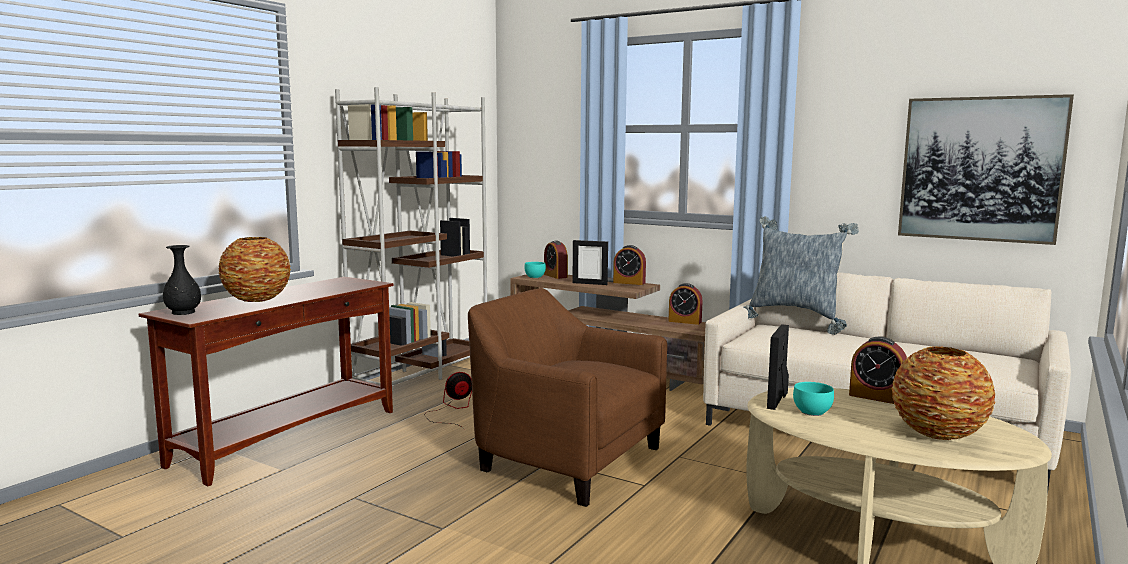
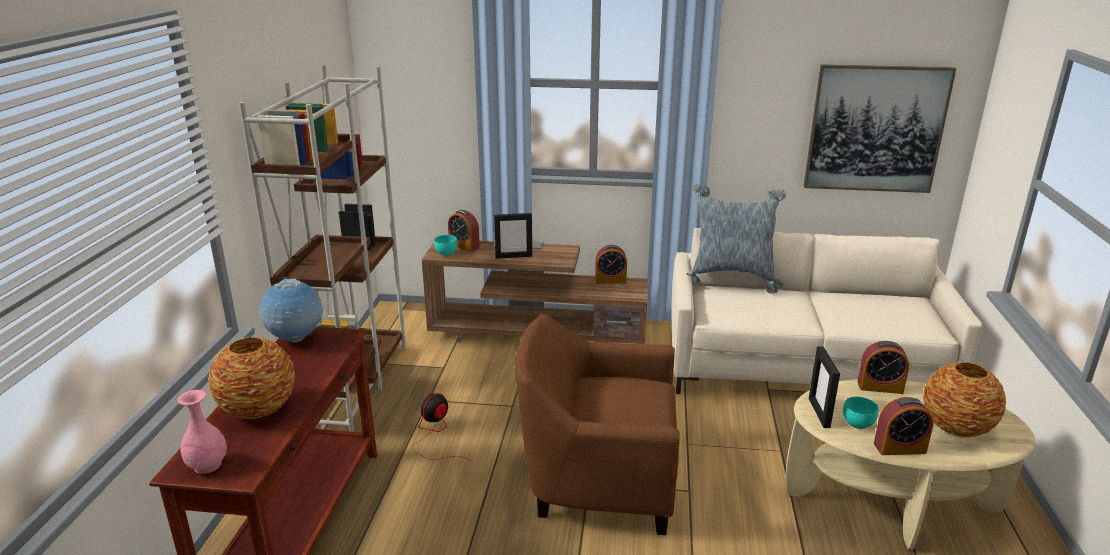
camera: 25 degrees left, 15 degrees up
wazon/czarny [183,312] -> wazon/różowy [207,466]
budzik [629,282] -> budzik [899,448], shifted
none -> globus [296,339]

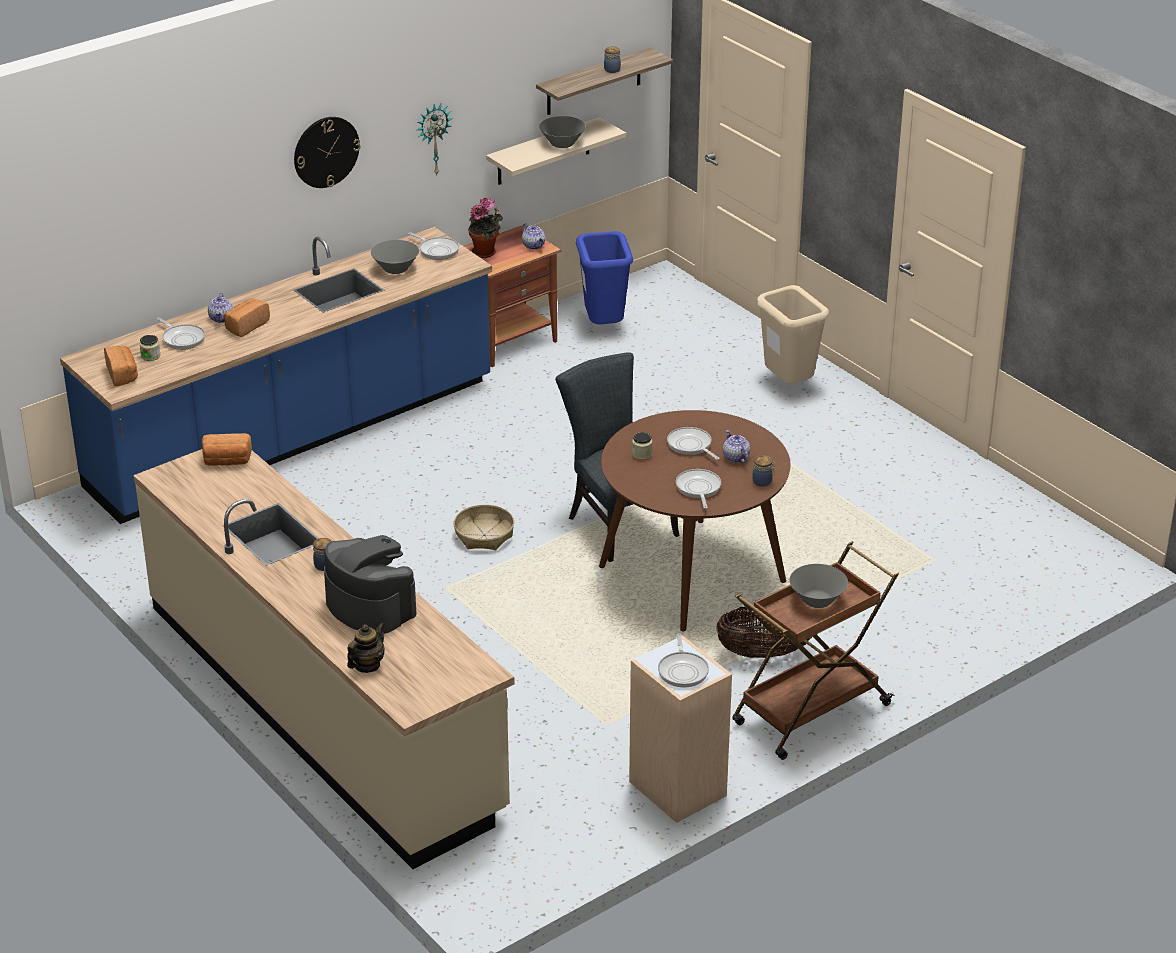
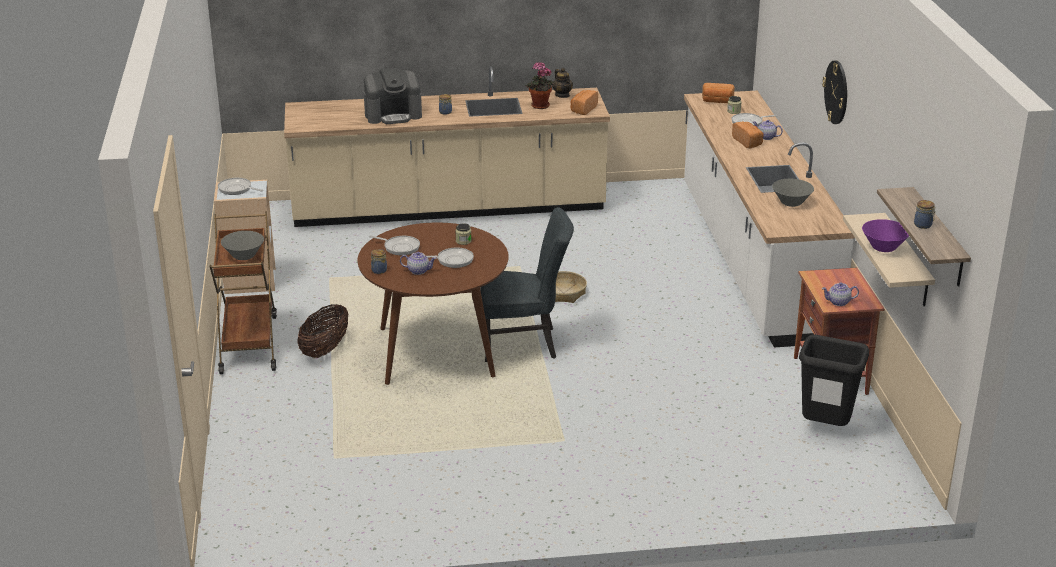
camera: 120 degrees right, 5 degrees down
zabudowa kuchenna/niebieski [293,436] -> zabudowa kuchenna/biały [752,260]
imbryk [367,665] -> imbryk [562,95], shifted
patelnia [437,250] -> none
zegar ścienny [433,138] -> none
roślina doniczkowa [486,252] -> roślina doniczkowa [539,106], shifted
miska/szary [562,144] -> miska/fioletowy [883,247]
kosz na śmieci/niebieski [604,327] -> kosz na śmieci/czarny [824,428]
kosz na śmieci/beżowy [788,386] -> none

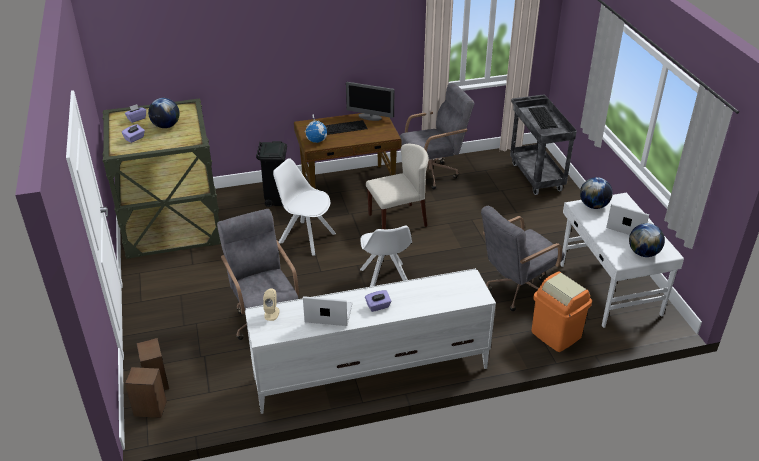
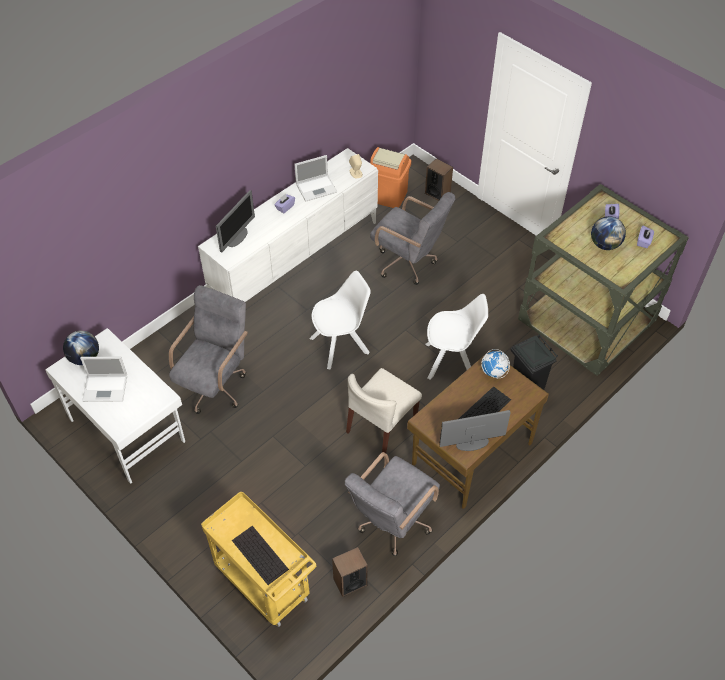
camera: 150 degrees right, 15 degrees up
głośnik [150,409] -> głośnik [350,582], shifted
krzesło/biały [385,281] -> krzesło/biały [341,345], 105 degrees clockwise
wózek/szary [534,176] -> wózek/żółty [266,587]
kosz na śmieci/pomarańczowy [556,334] -> kosz na śmieci/pomarańczowy [388,196], shifted
globus [593,205] -> none
none -> monitor [237,237]

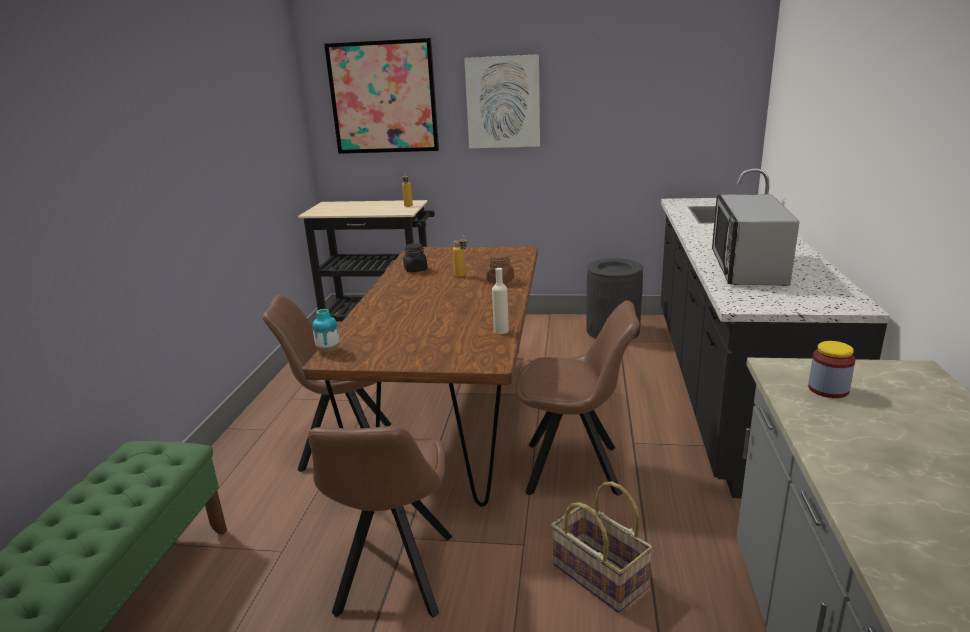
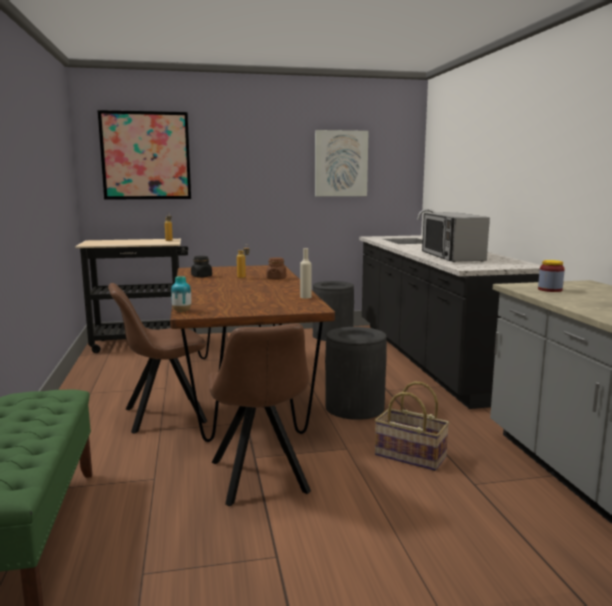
camera: 20 degrees left, 10 degrees down
obraz [503,102] -> obraz [341,163], shifted
krzesło/brązowy [573,469] -> kosz na śmieci/czarny [355,407]

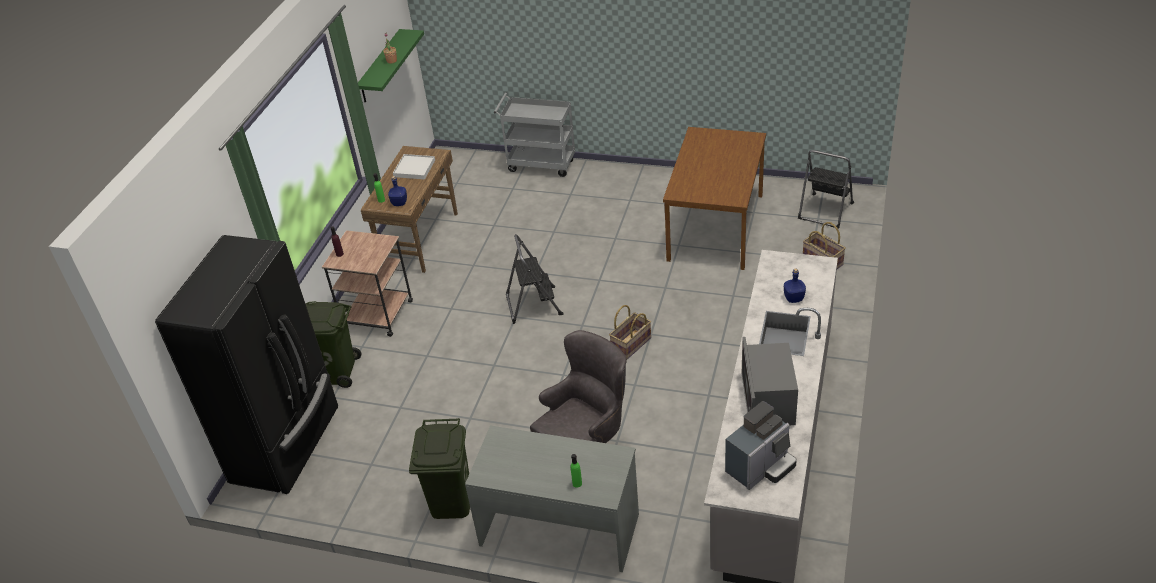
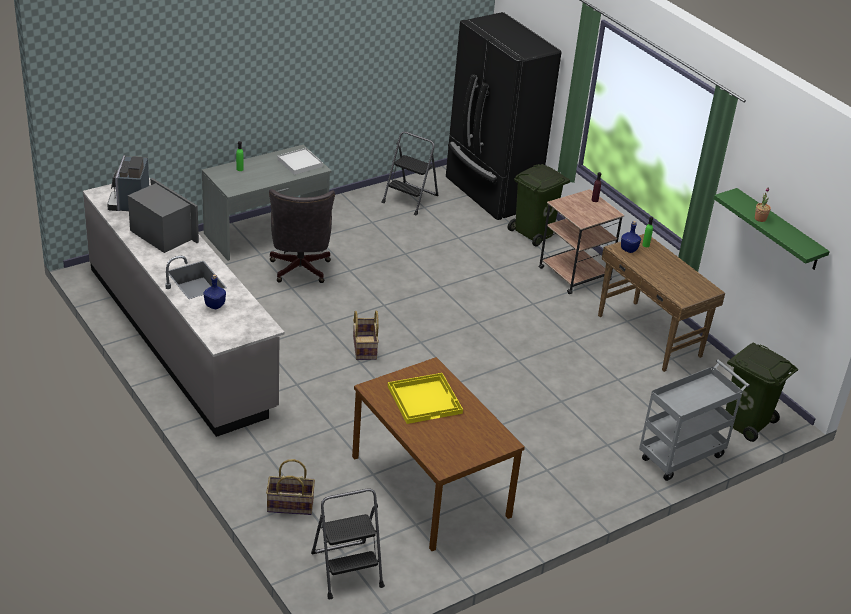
camera: 125 degrees right, 5 degrees down
taca/biały [414,168] -> taca/biały [300,163], shifted
kosz na śmieci/zielony [450,501] -> kosz na śmieci/zielony [746,422], shifted
drabinka/czarny [531,304] -> drabinka/czarny [411,198], shifted
none -> taca/żółty [425,399]

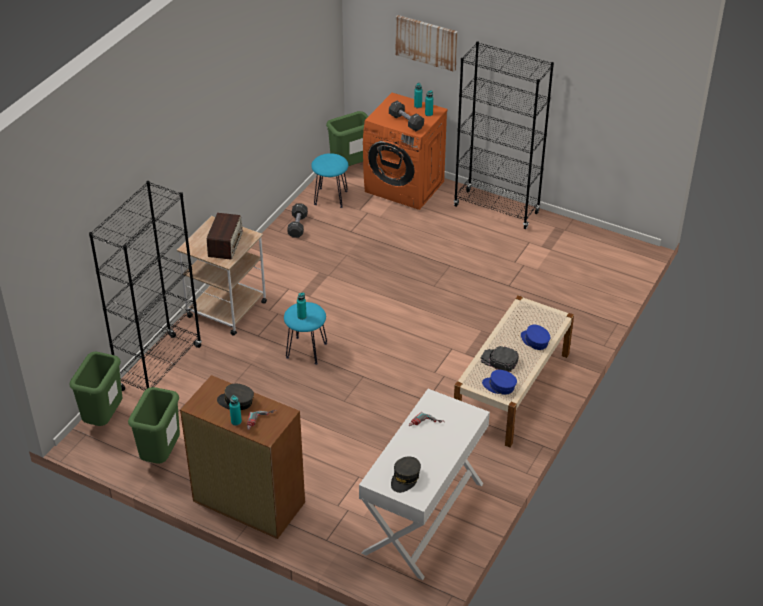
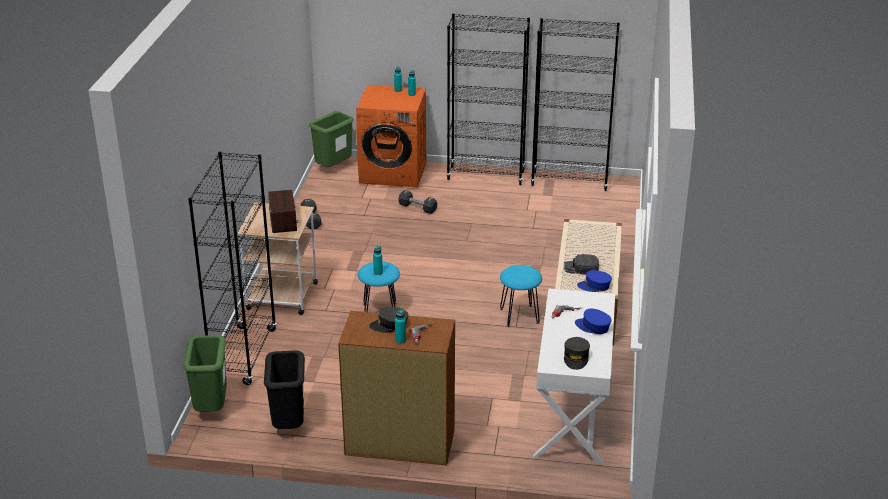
camera: 20 degrees left, 10 degrees down
kosz na śmieci/zielony [161,456] -> kosz na śmieci/czarny [289,425]
stołek/turkusowy [331,197] -> stołek/turkusowy [519,316], shifted
hantel/czarny [406,122] -> hantel/czarny [417,208], shifted
obraz [426,42] -> none
czapka z daszkiem/niebieski [534,341] -> czapka z daszkiem/niebieski [593,327], shifted
none -> regał/czarny [569,181]

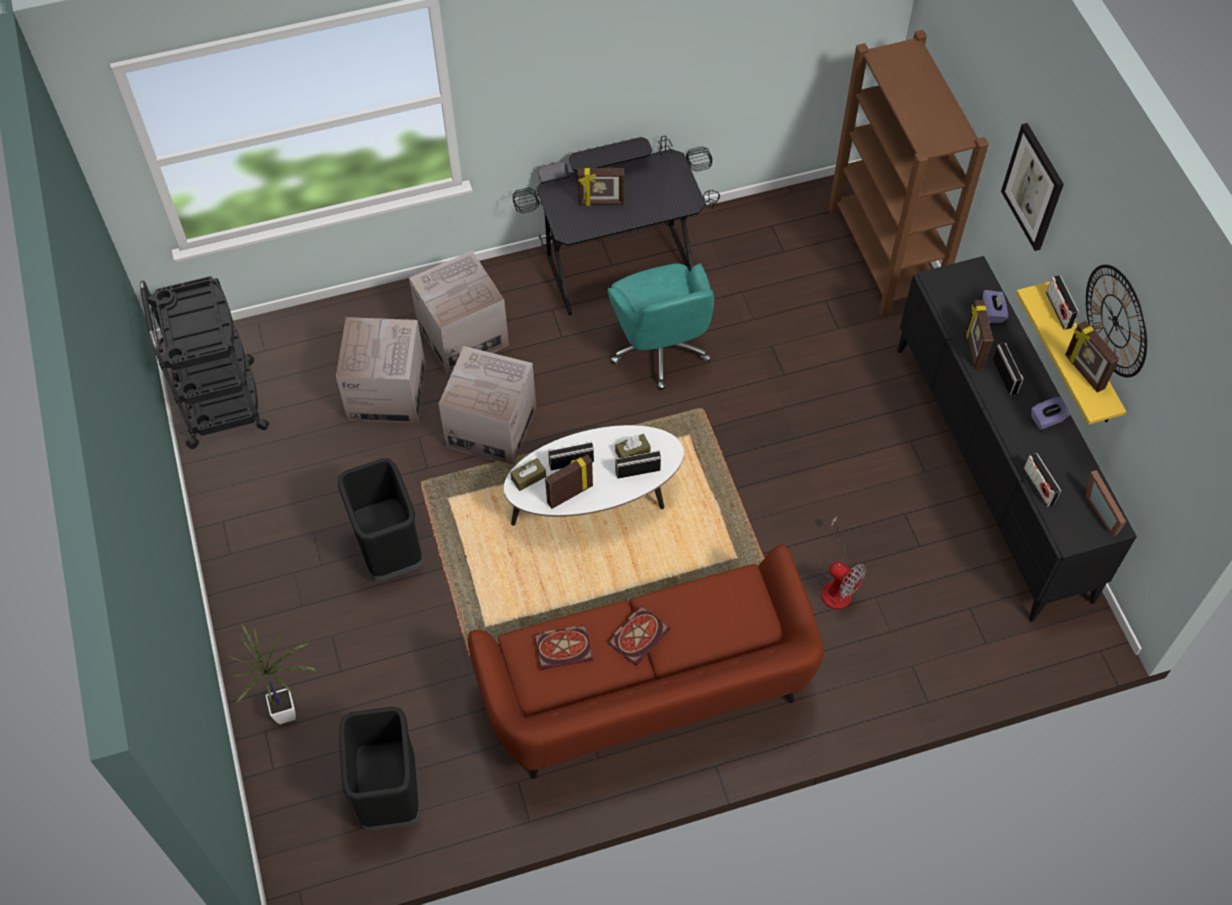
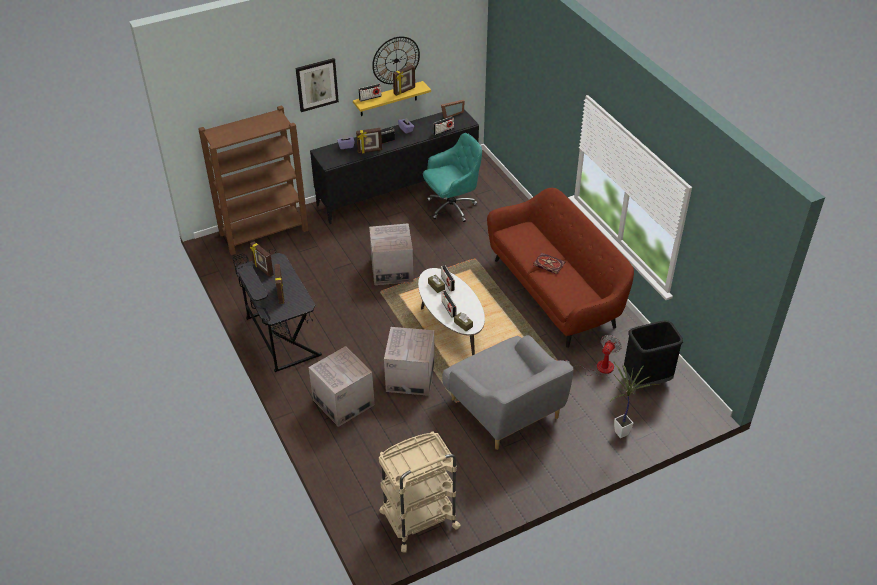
camera: 100 degrees left, 15 degrees down
wózek/czarny [222,403] -> wózek/beżowy [419,519]
karton [387,392] -> karton [392,270], shifted
kosz na śmieci/czarny [389,551] -> fotel/szary [505,408]
książka [564,647] -> none
ramka na zdjęcie [569,494] -> ramka na zdjęcie [263,270], shifted
krzesło biurowe/turkusowy [659,350] -> krzesło biurowe/turkusowy [451,207], shifted
wentylator [836,584] -> wentylator [598,368], shifted

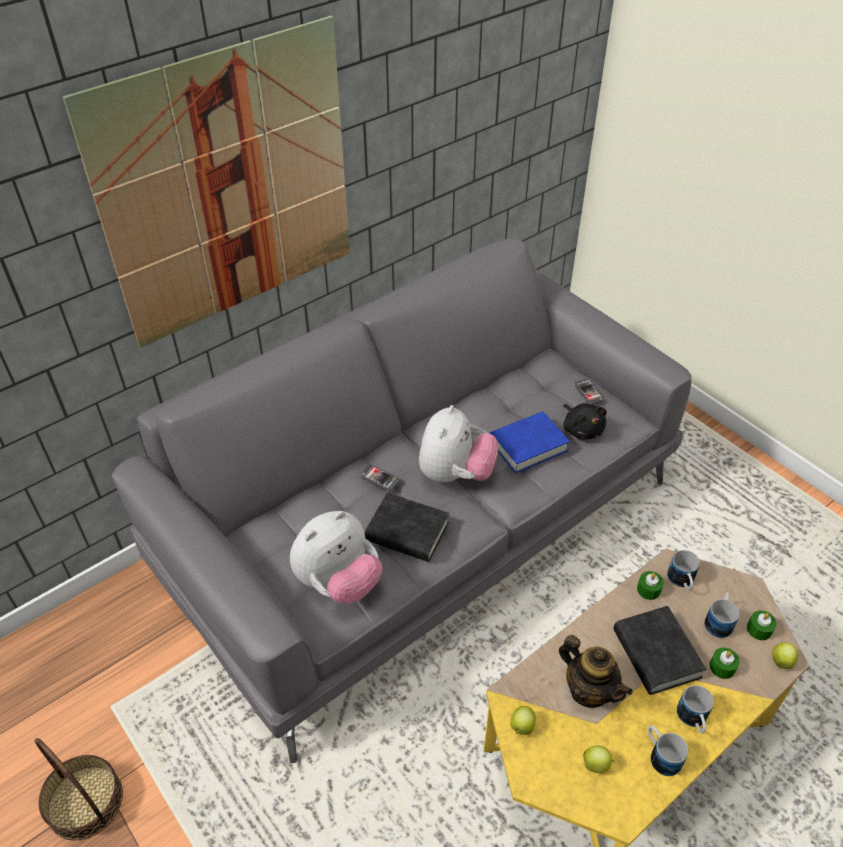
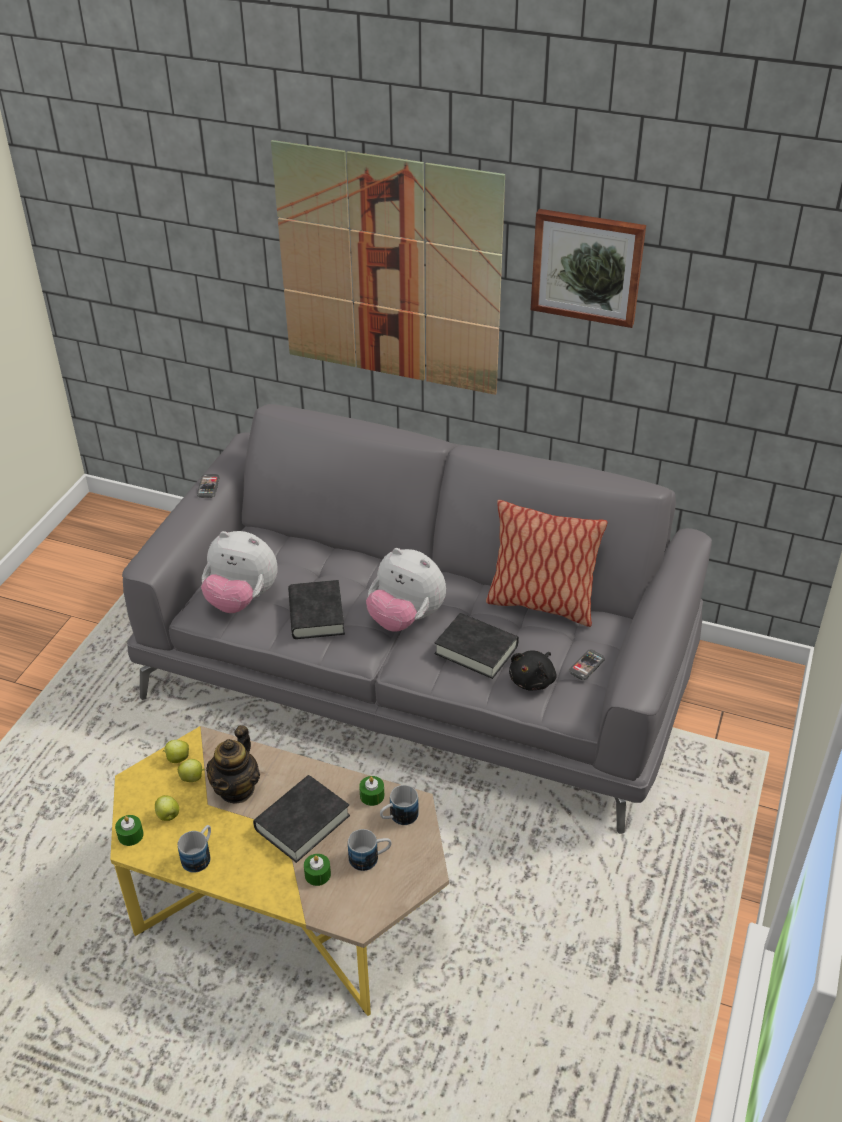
camera: 60 degrees right, 5 degrees down
koszyk [85,801] -> none
telefon [380,479] -> telefon [208,487], shifted
pluszak [455,473] -> pluszak [406,618], 45 degrees clockwise
książka/niebieski [528,446] -> książka/czarny [476,650]
kubek [693,720] -> none
świeca/zielony [759,629] -> świeca/zielony [130,835], shifted
jabłko [781,661] -> jabłko [193,778], shifted
none -> poduszka [540,604]
none -> obraz [587,266]

